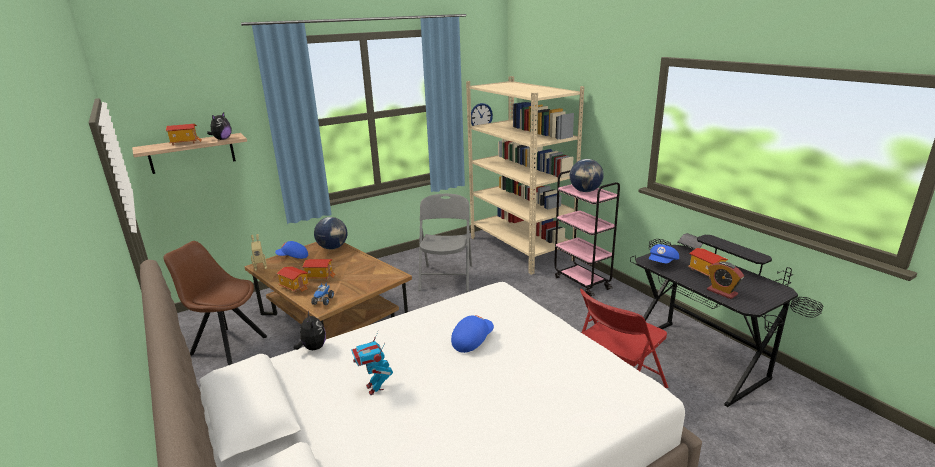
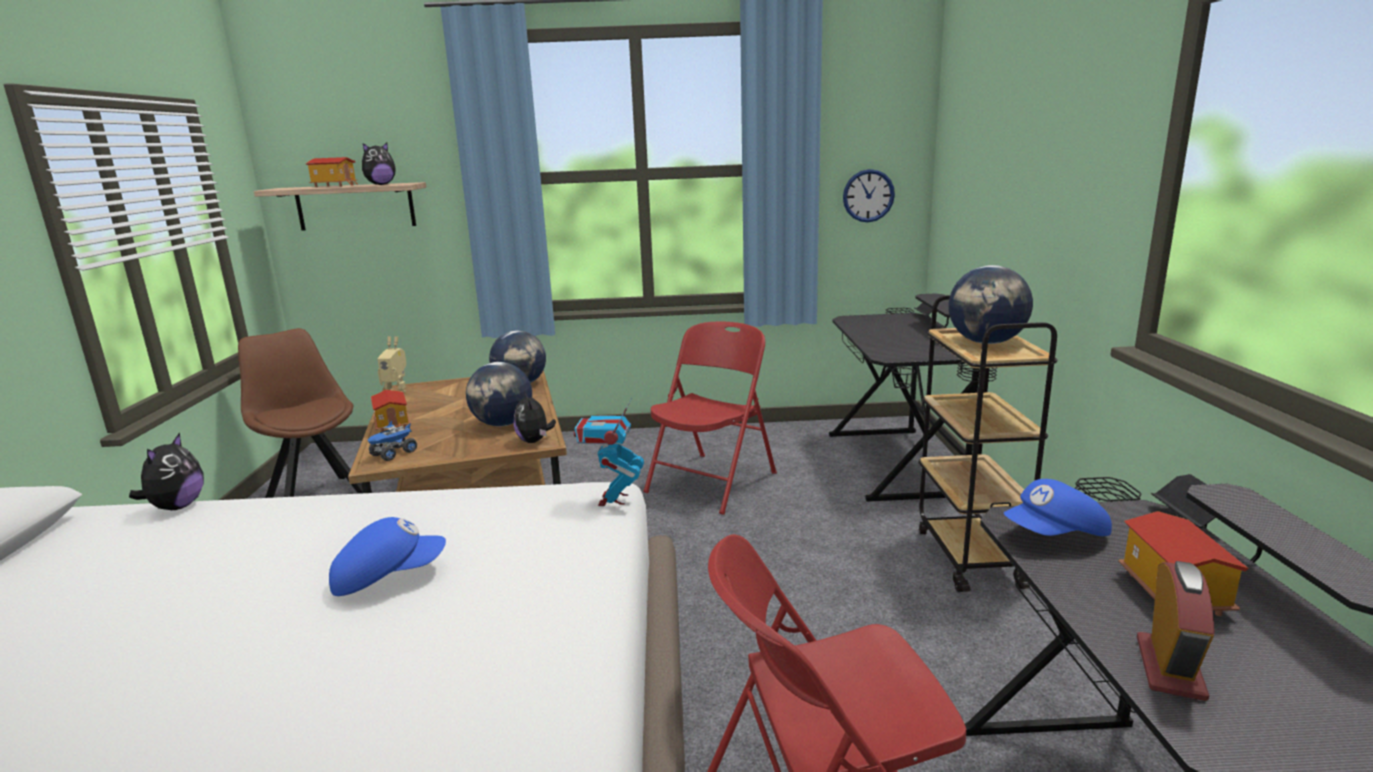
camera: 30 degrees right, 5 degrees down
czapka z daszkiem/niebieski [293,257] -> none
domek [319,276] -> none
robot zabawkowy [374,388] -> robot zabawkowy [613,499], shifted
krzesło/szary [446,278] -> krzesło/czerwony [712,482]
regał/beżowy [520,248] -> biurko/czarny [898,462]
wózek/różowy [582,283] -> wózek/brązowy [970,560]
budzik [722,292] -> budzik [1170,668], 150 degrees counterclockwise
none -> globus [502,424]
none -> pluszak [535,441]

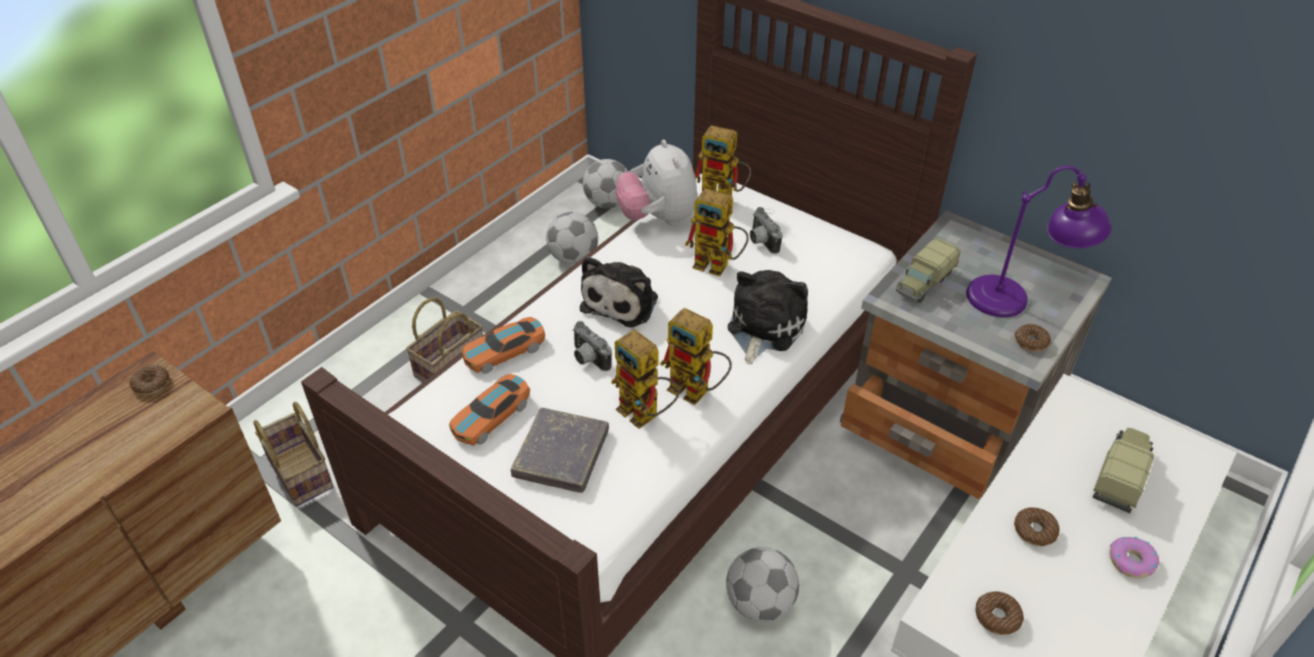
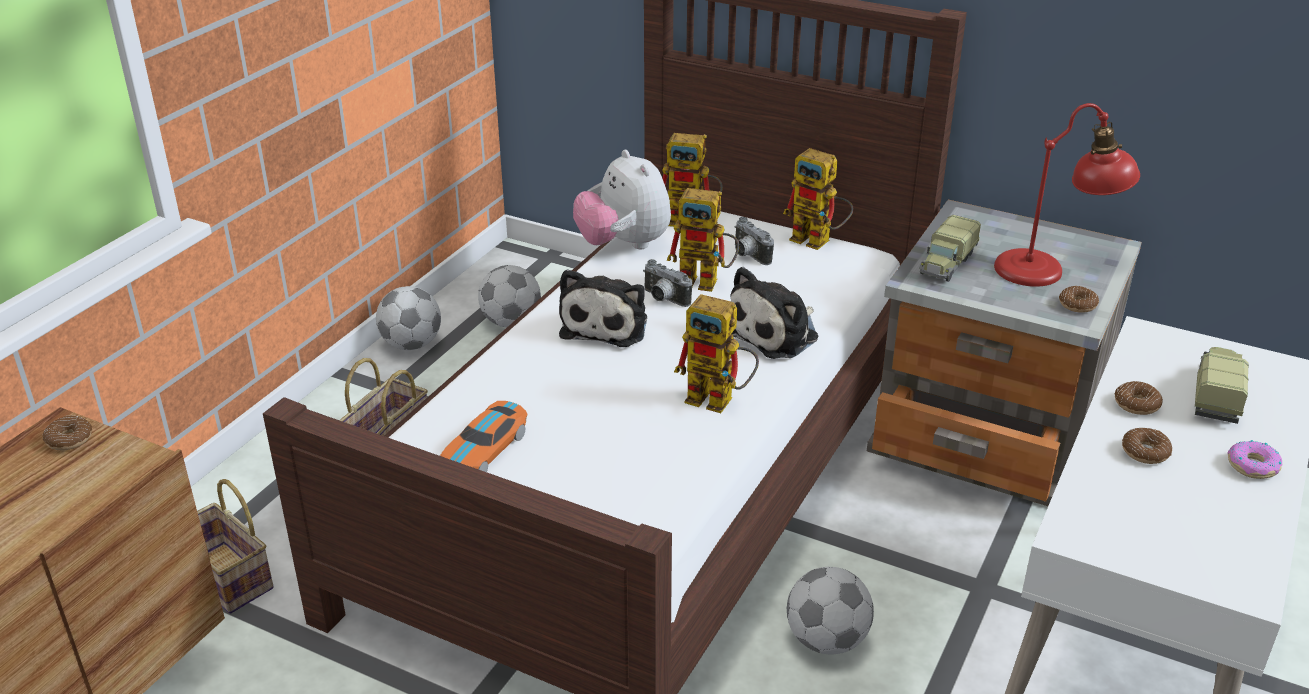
camera: 10 degrees left, 10 degrees down
samochodzik [504,351] -> none
książka/szary [561,454] -> none
aparat fotograficzny [587,359] -> aparat fotograficzny [663,299], shifted
piłka futbolowa [608,203] -> piłka futbolowa [412,344], shifted
robot zabawkowy [646,415] -> robot zabawkowy [819,241], shifted
pluszak [763,327] -> pluszak [776,334], 150 degrees counterclockwise
lampa stołowa/fioletowy [1022,295] -> lampa stołowa/czerwony [1054,265]
donut [997,617] -> donut [1136,404], shifted

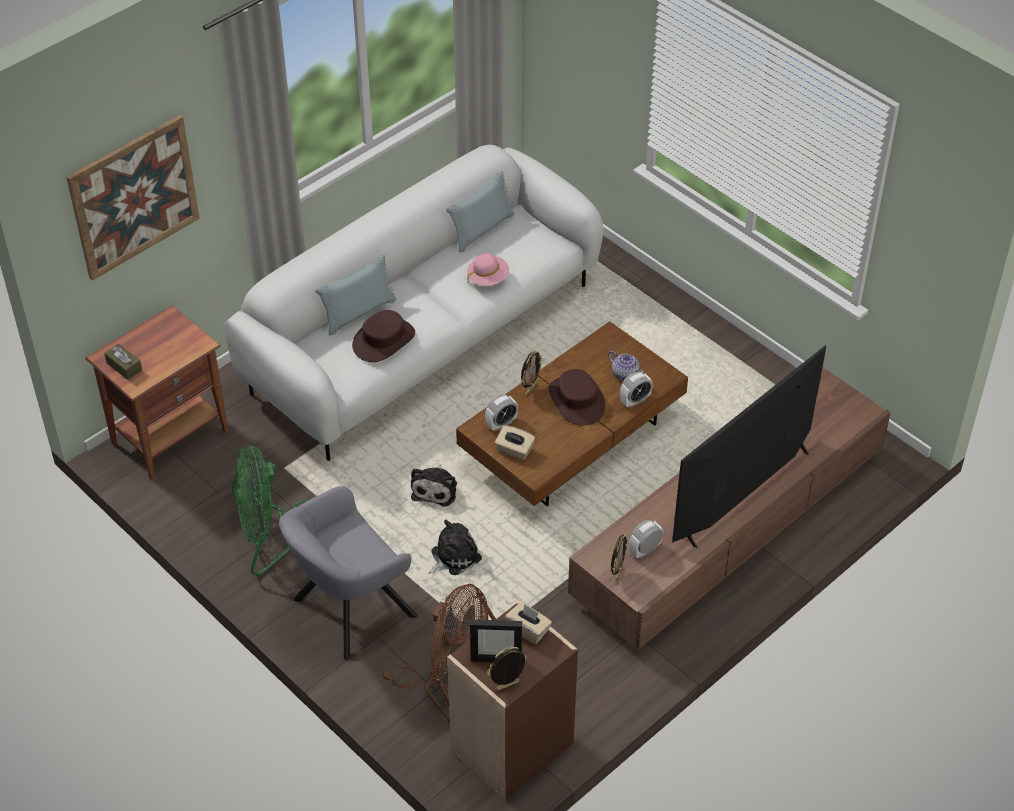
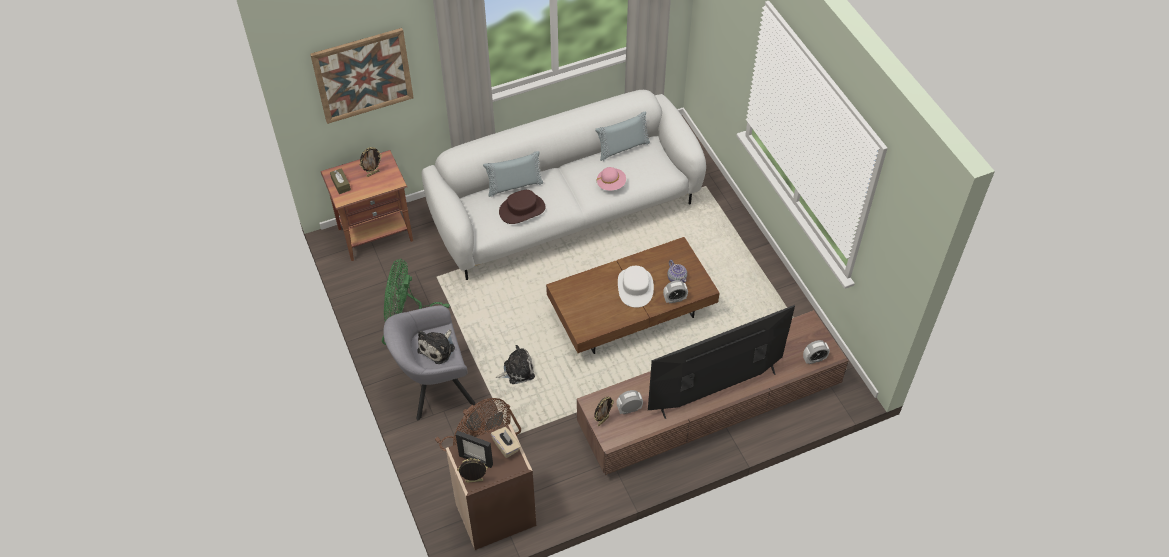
camera: 20 degrees right, 5 degrees up
pluszak [435,489] -> pluszak [438,348], shifted
budzik [501,424] -> budzik [814,359], shifted
pudełko chusteczek/beżowy [514,450] -> none
ramka na zdjęcie [530,389] -> ramka na zdjęcie [373,173], shifted
kapelusz/brązowy [577,400] -> kapelusz/biały [635,287]

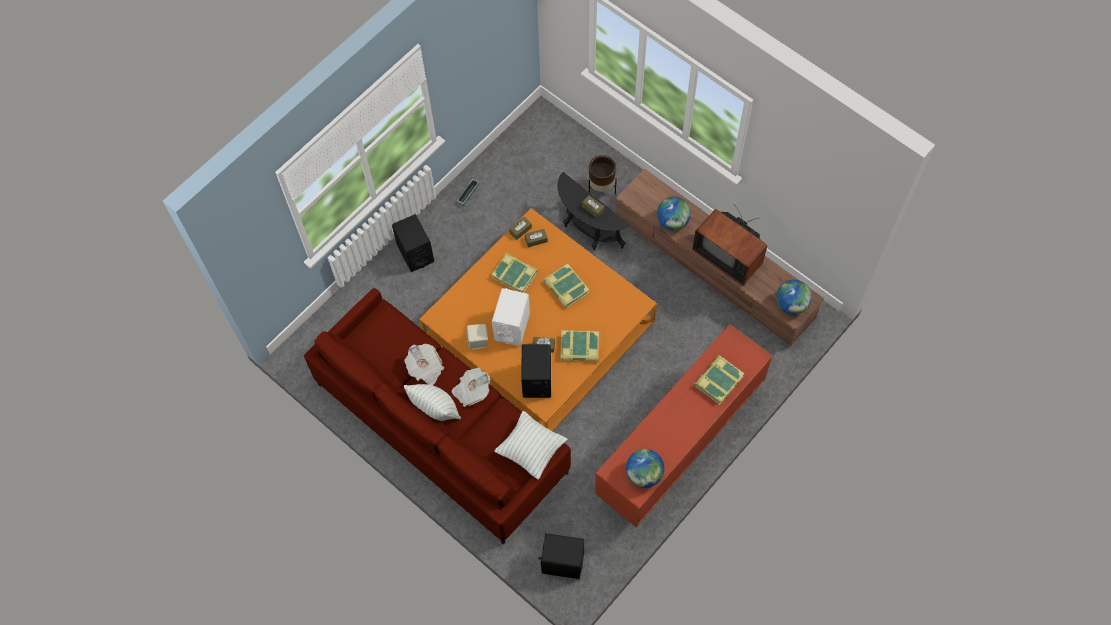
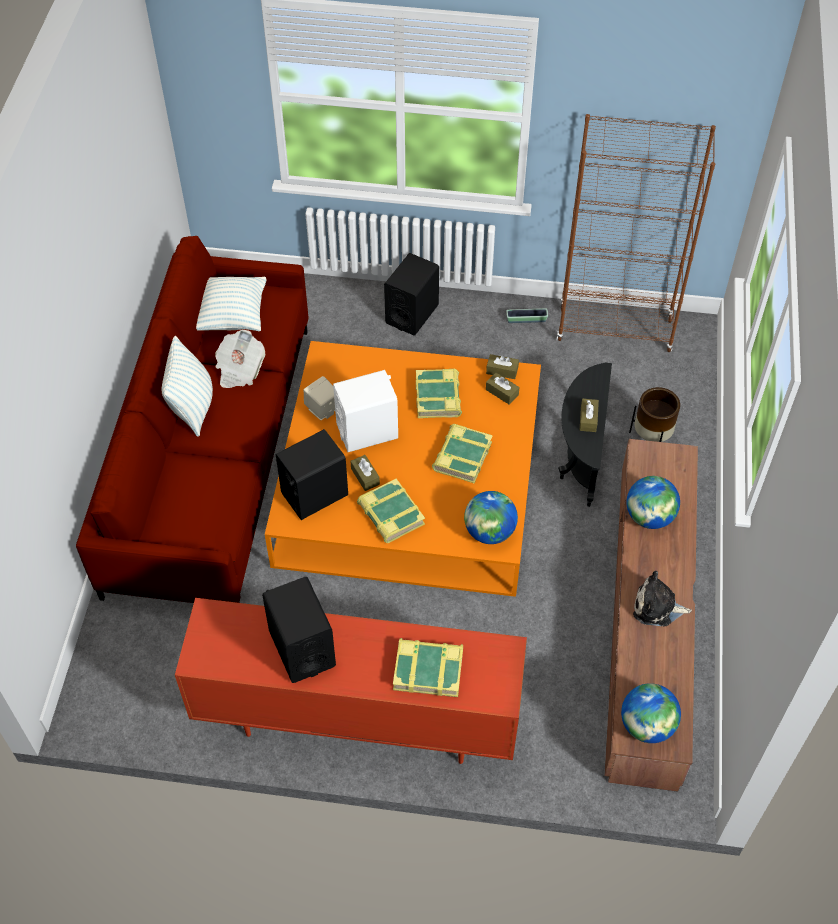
camera: 55 degrees right, 10 degrees down
gazeta [471,391] -> none
poduszka [531,450] -> poduszka [232,316], shifted
głośnik/czarny [562,562] -> głośnik/czarny [302,648], shifted
globus [644,474] -> globus [489,532], shifted
telewizor [729,255] -> pluszak [657,607]
none -> regał/brązowy [615,329]

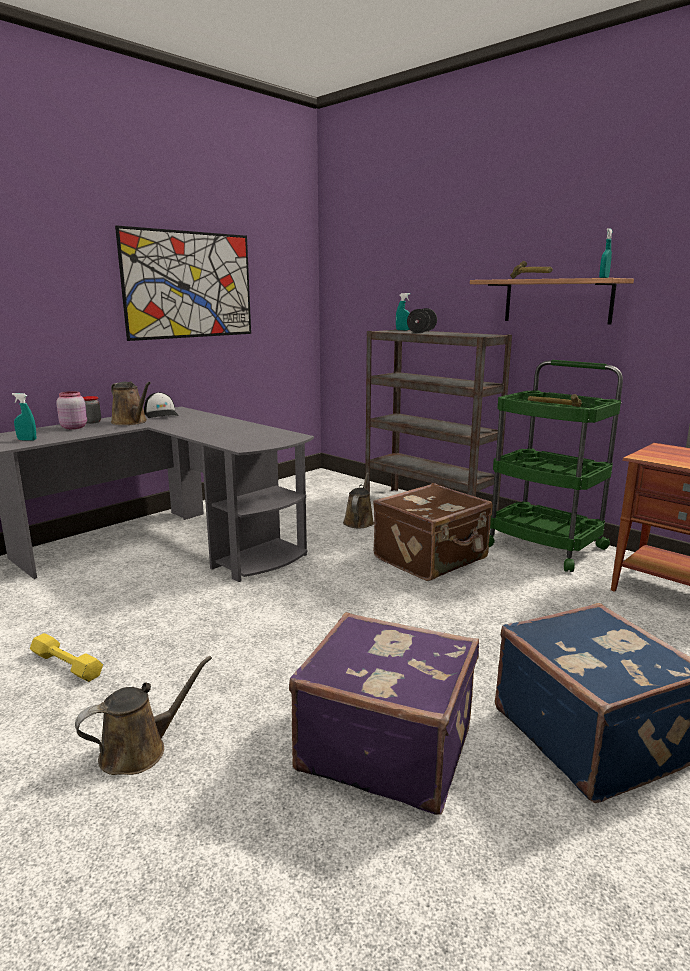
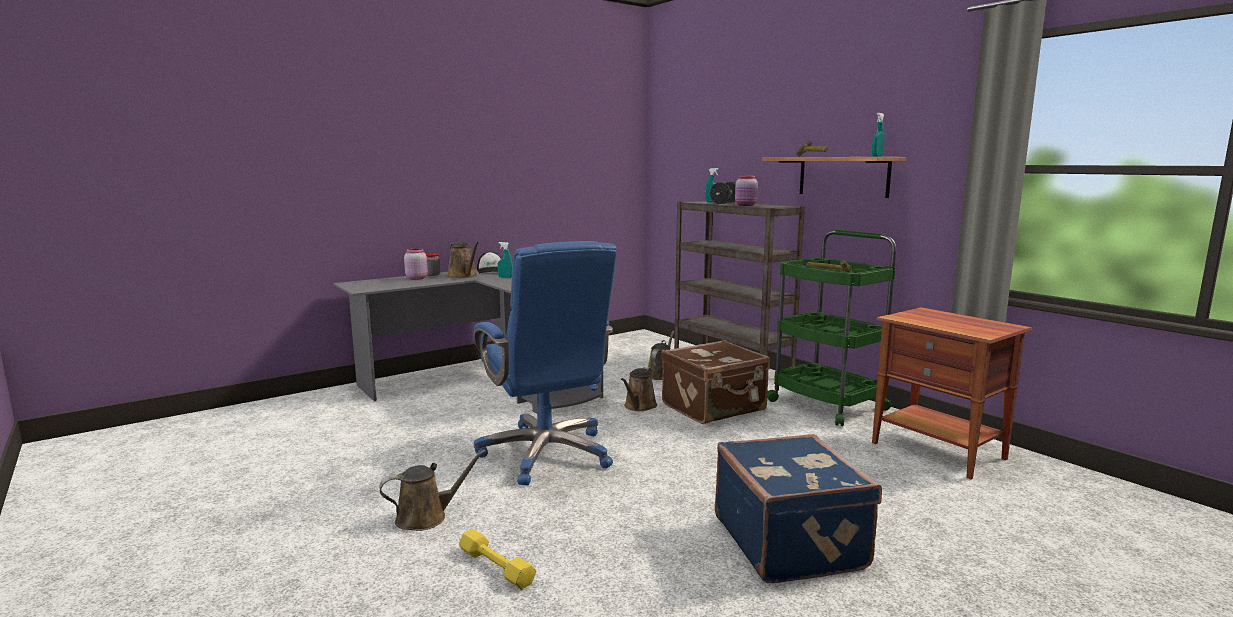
camera: 10 degrees right, 5 degrees down
spryskiwacz/turkusowy [27,440] -> spryskiwacz/turkusowy [505,277], shifted
hantel/żółty [66,665] -> hantel/żółty [496,567], shifted
obraz [189,285] -> none
walizka/fioletowy [386,746] -> none
none -> krzesło biurowe/niebieski [546,453]
none -> konewka/brązowy [639,406]
none -> słoik/różowy [746,205]

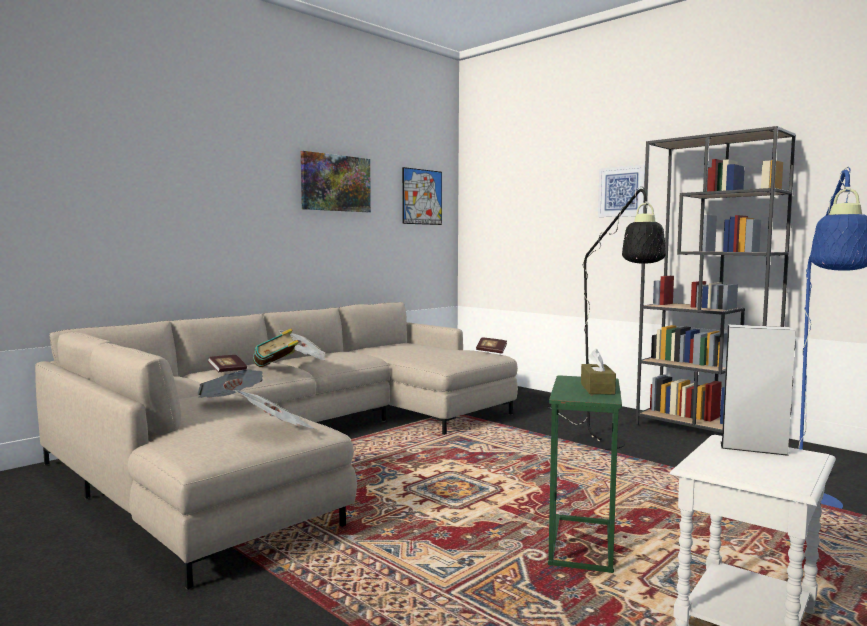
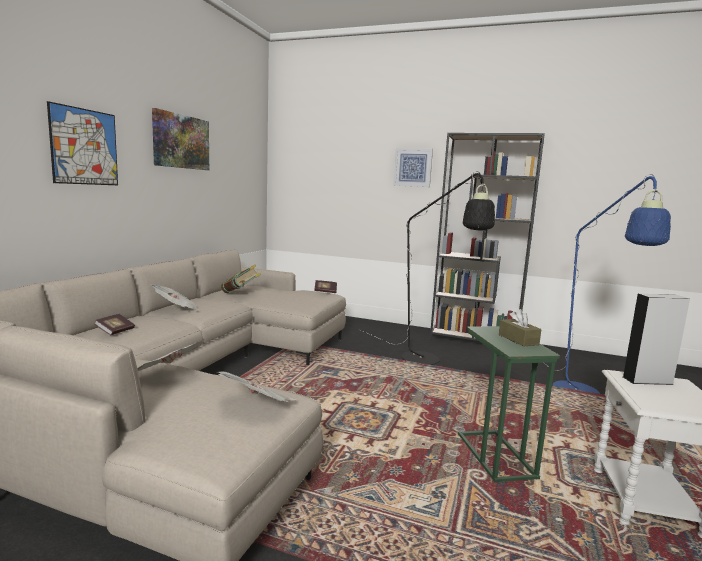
camera: 25 degrees left, 5 degrees up
książka [276,369] -> książka [240,293], shifted
obraz [422,197] -> obraz [84,147], shifted

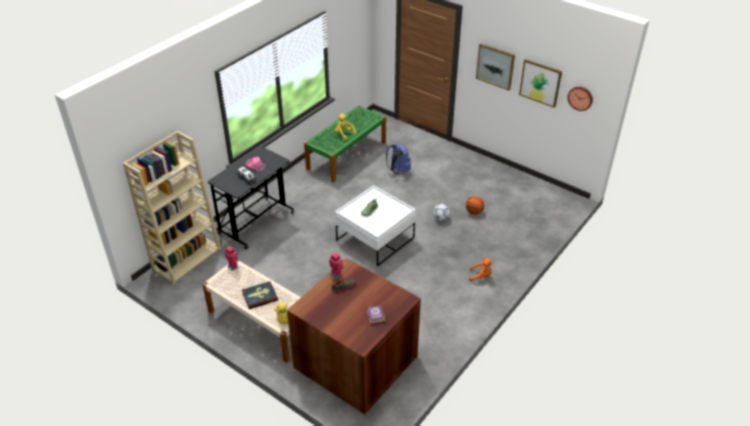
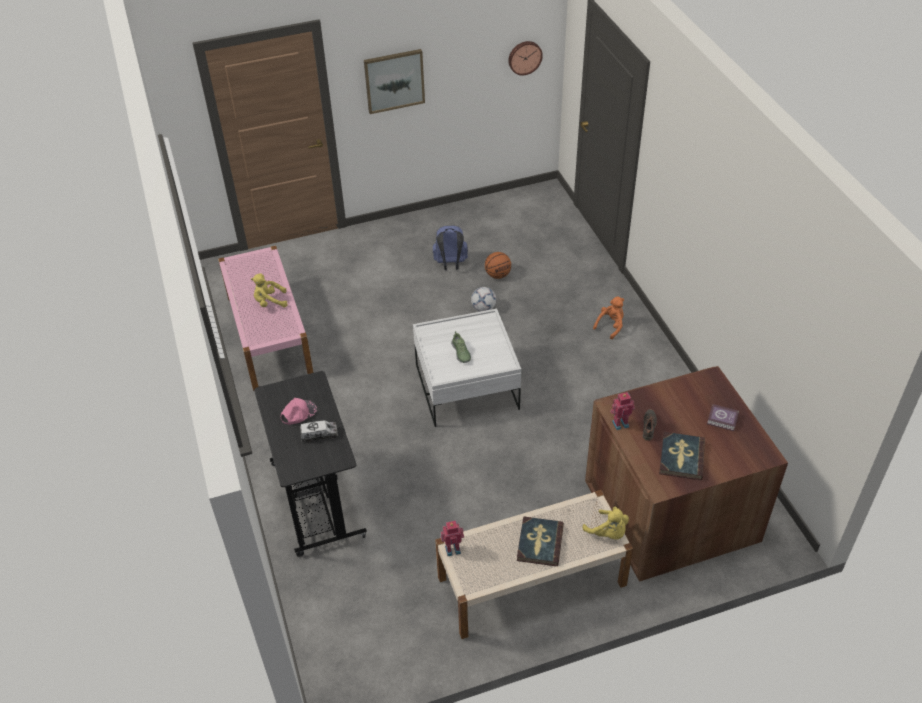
camera: 55 degrees left, 5 degrees up
regał/beżowy [187,258] -> none
ławka/zielony [346,155] -> ławka/różowy [268,335]
plecak/niebieski [398,170] -> plecak/niebieski [450,264], shifted
obraz [540,83] -> none
none -> książka [681,457]

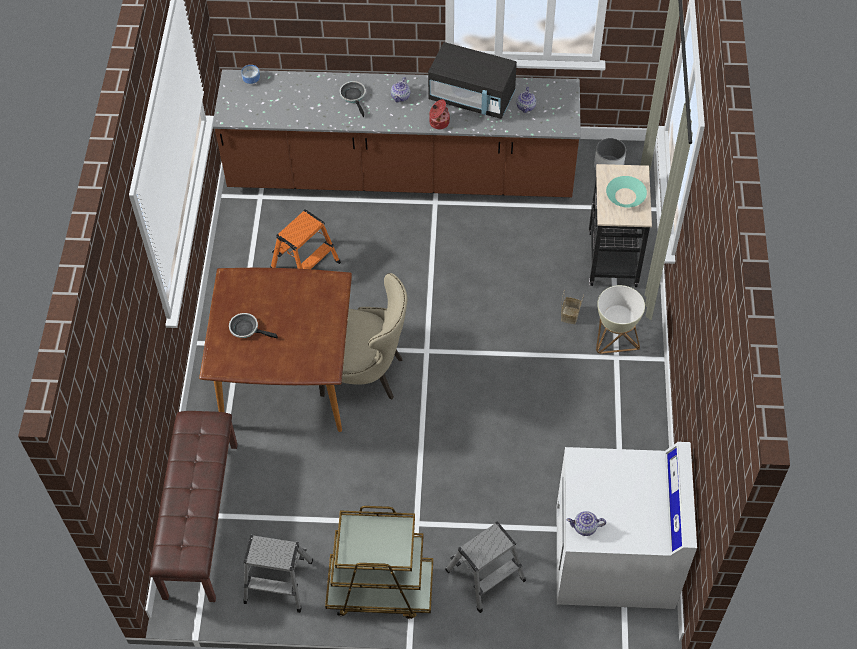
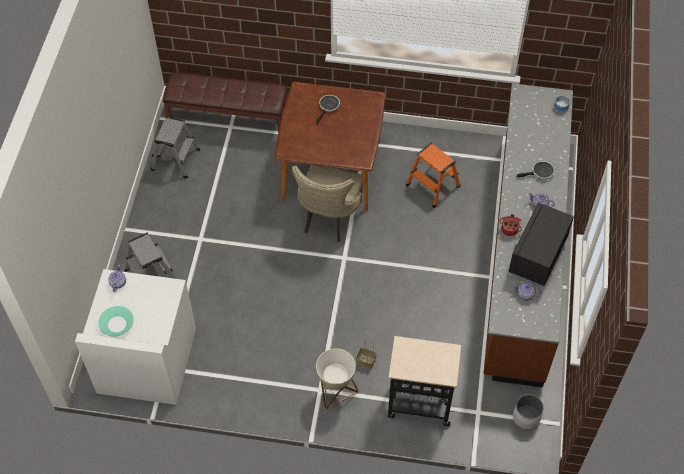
camera: 95 degrees right, 0 degrees up
wózek/brązowy [379,589] -> none
miska/turkusowy [625,196] -> miska/turkusowy [117,324], shifted

